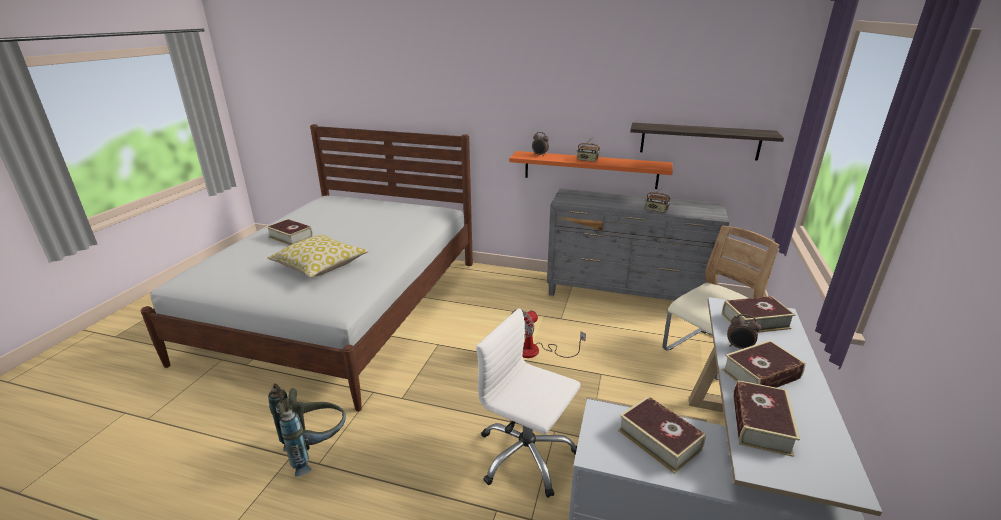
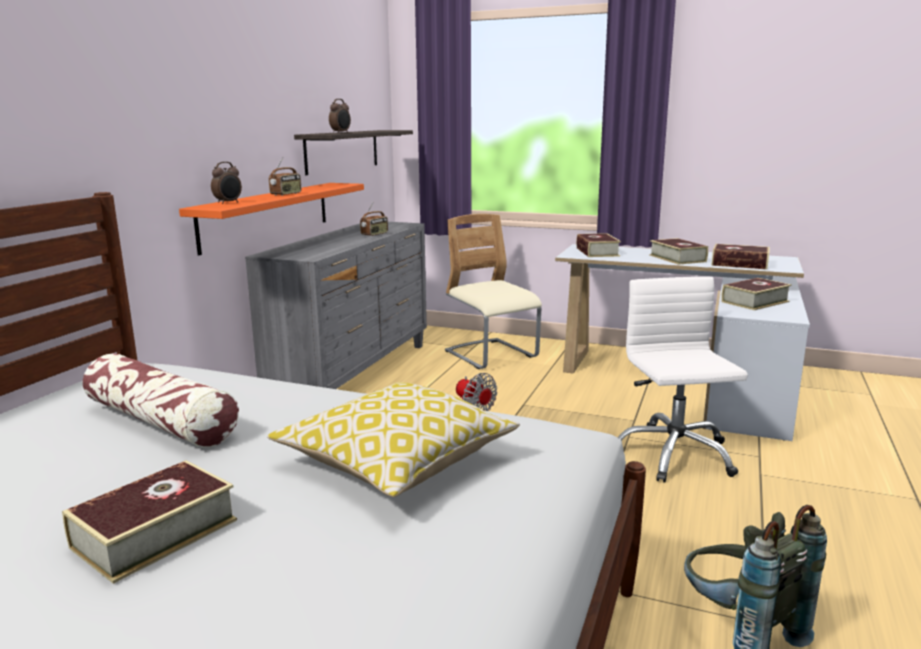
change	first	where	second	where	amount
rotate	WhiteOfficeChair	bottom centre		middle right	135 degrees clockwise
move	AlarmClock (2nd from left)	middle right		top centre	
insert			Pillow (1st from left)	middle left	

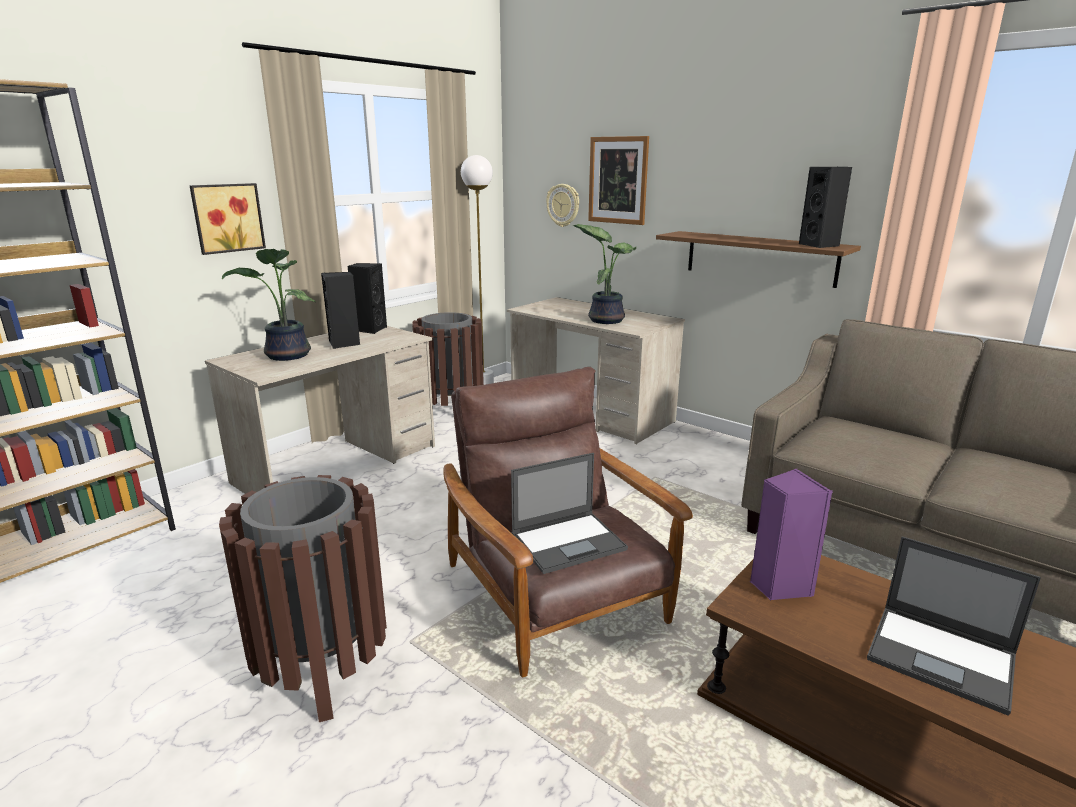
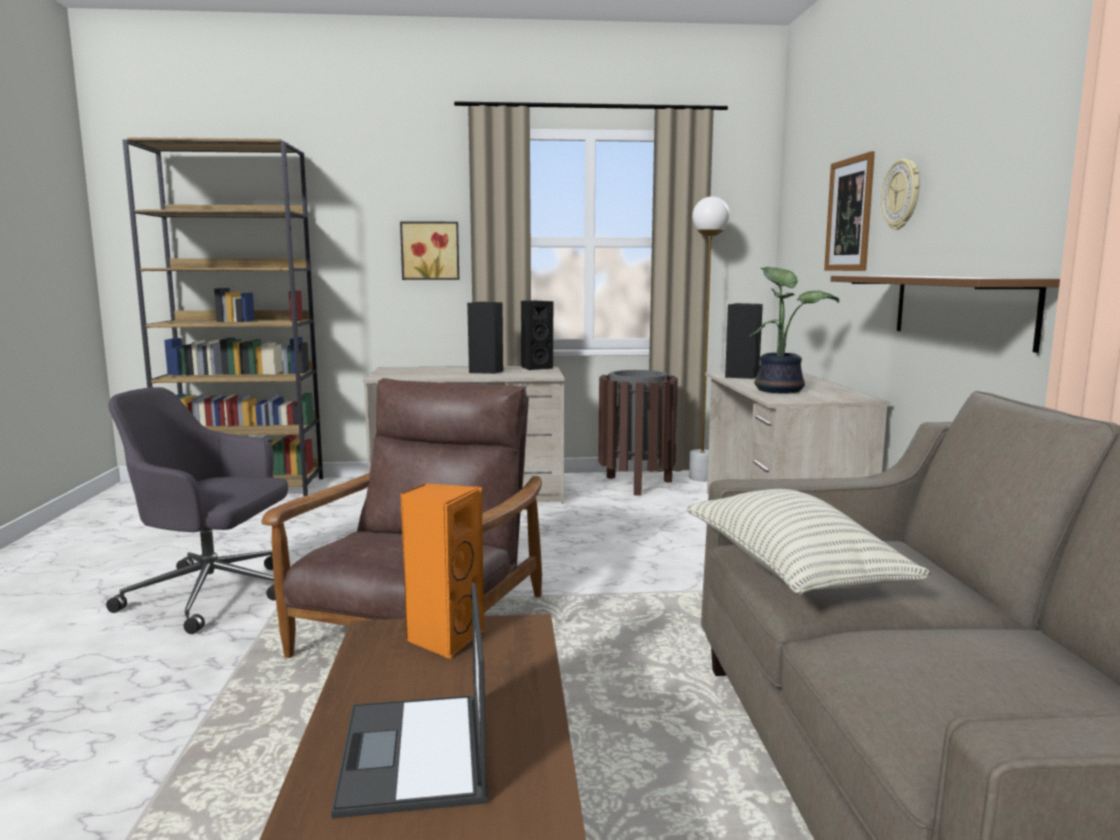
change	first	where	second	where	amount
replace	BrownTrashCan (1st from left)	bottom left	GreyOfficeChair	middle left	
delete	PottedPlant (1st from left)	middle left			
delete	Laptop (1st from left)	centre			
move	WallClock	top centre		top right	
recolor	PurpleSpeaker	middle right	OrangeSpeaker	bottom centre	
move	BlackSpeaker (3rd from left)	top right		centre	
insert			Pillow	middle right	

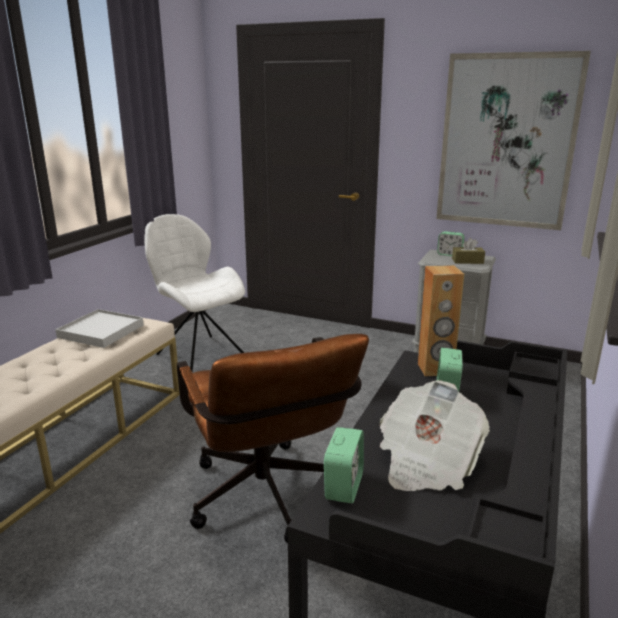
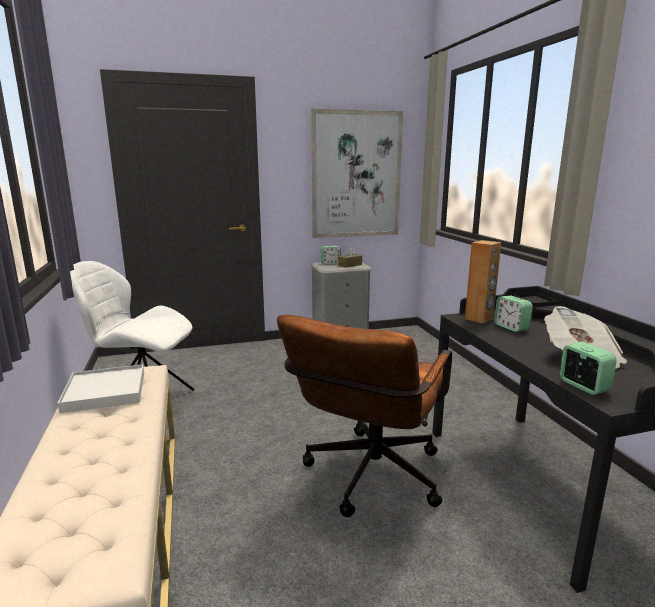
change	first	where	second	where	amount
rotate	BrownOfficeChair	bottom centre		bottom centre	90 degrees clockwise

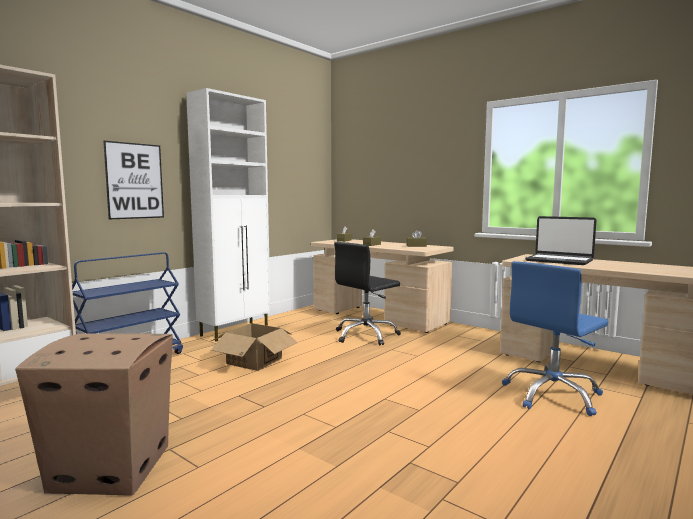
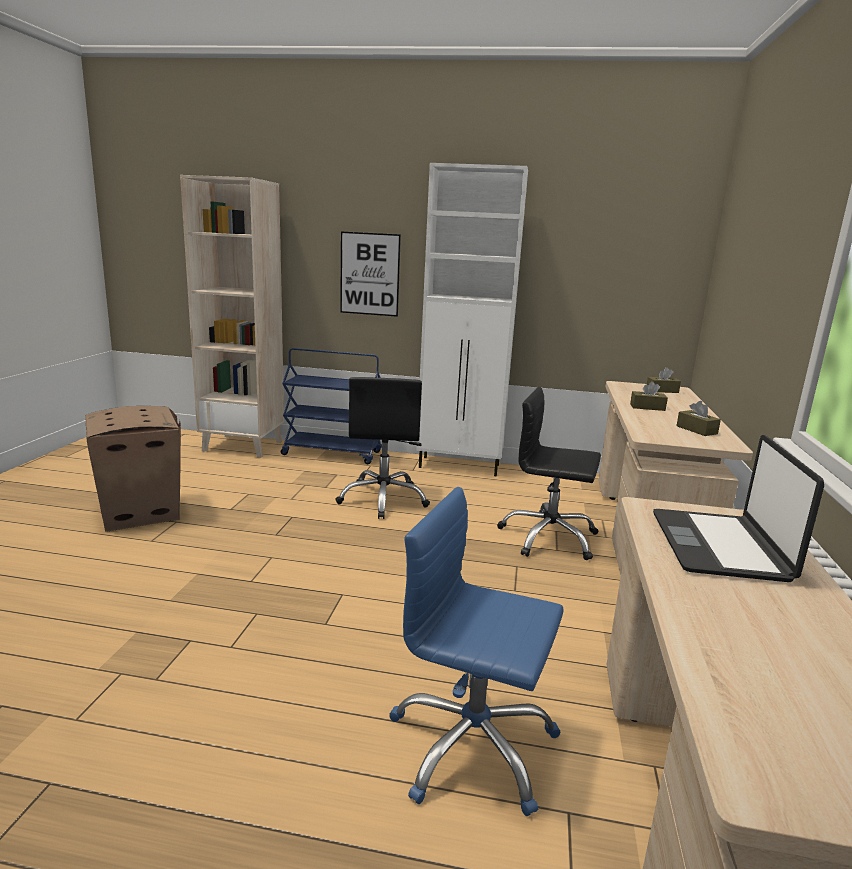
change	first	where	second	where	amount
replace	CardboardBox (2nd from left)	bottom centre	BlackOfficeChair (1st from left)	centre	

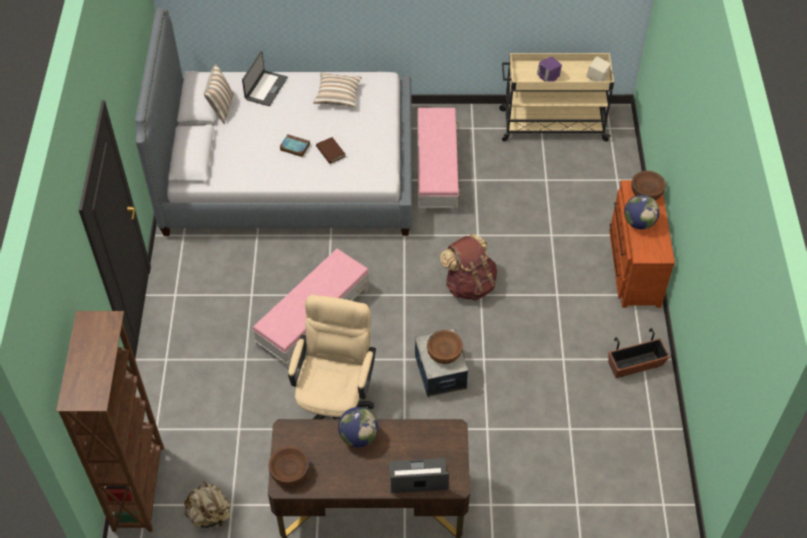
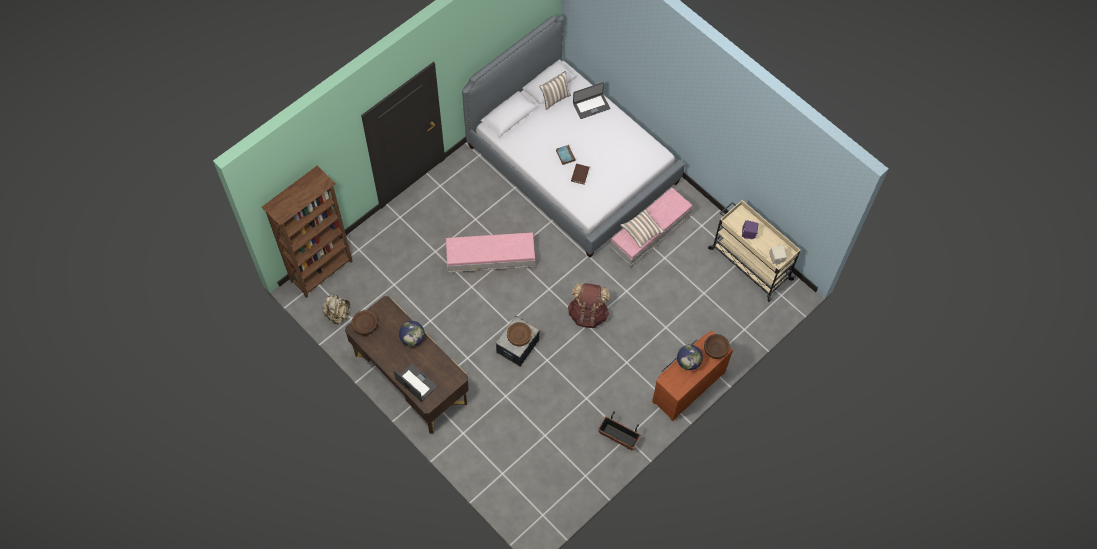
change	first	where	second	where	amount
delete	BeigeOfficeChair	centre			
move	Pillow (2nd from left)	top centre		centre	

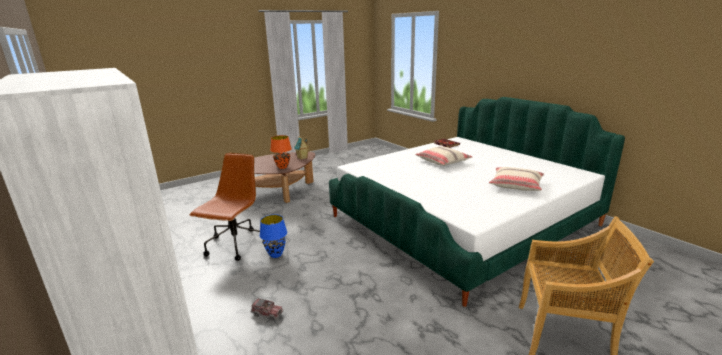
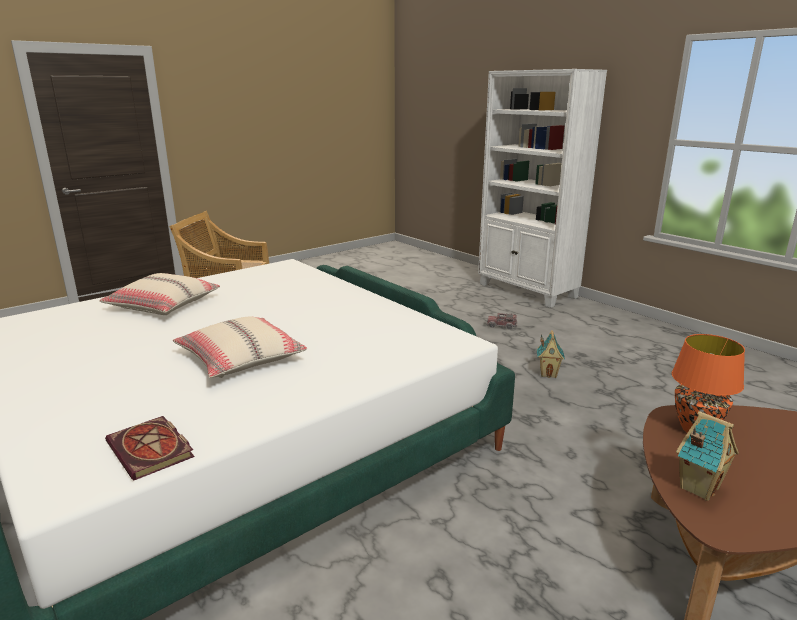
change	first	where	second	where	amount
delete	BrownOfficeChair	middle left			
replace	BlueTableLamp	centre	ToyHouse (1st from left)	middle right	

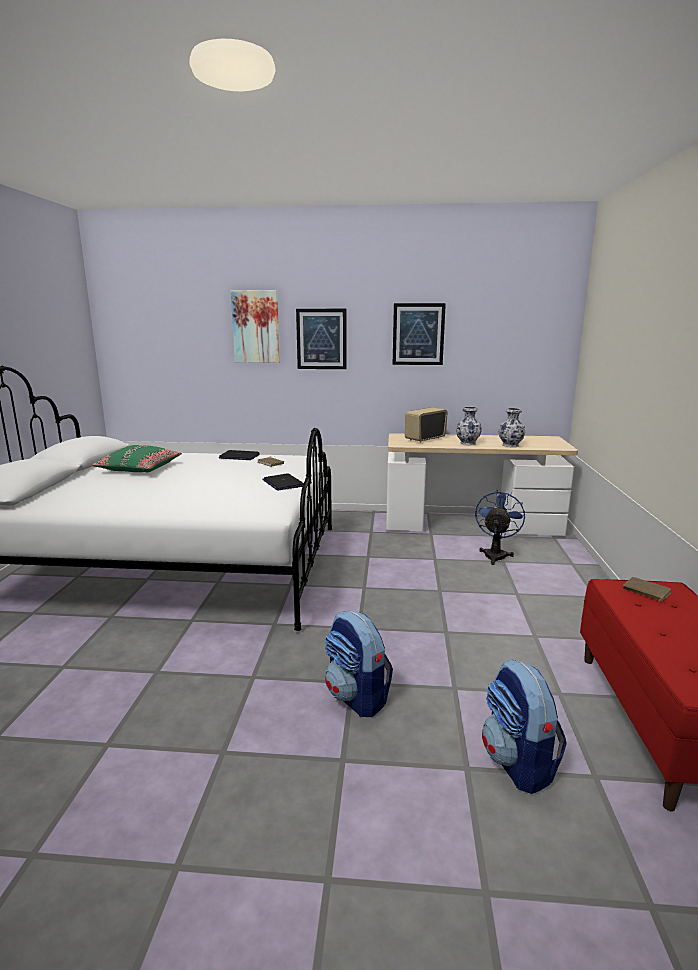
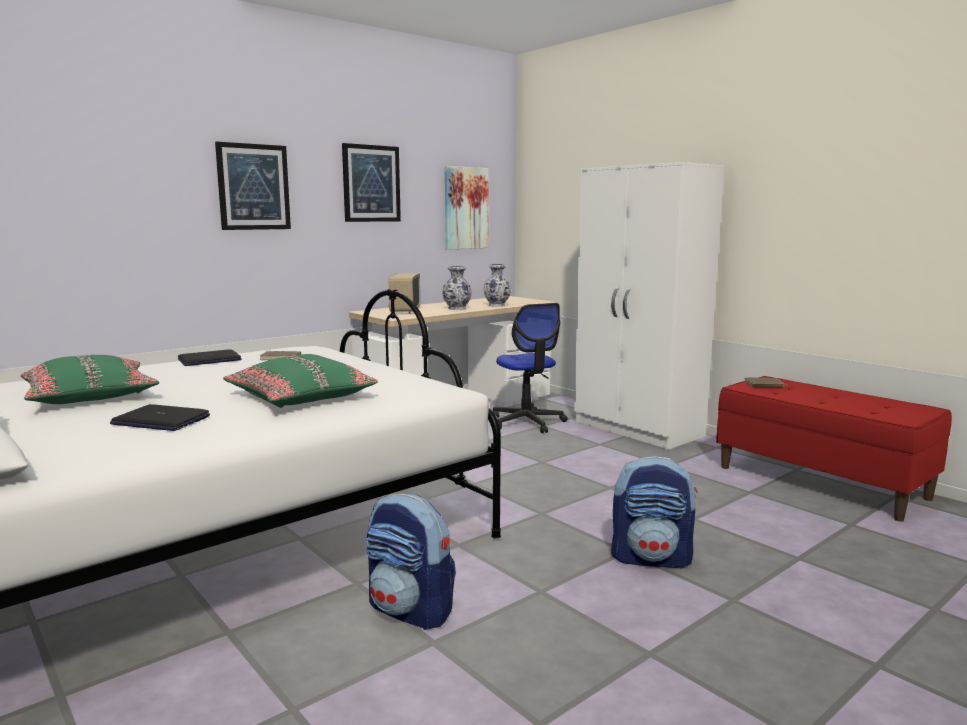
change	first	where	second	where	amount
move	Picture (1st from left in the first image)	centre	Picture (3rd from left)	top centre	
move	Laptop (2nd from left in the first image)	centre	Laptop (1st from left)	middle left	
replace	BlueFan	middle right	OfficeChair	centre	
move	Backpack (2nd from left in the first image)	bottom right	Backpack (1st from left)	bottom centre	
insert			GreenPillow (2nd from left)	middle left	
insert			WhiteWardrobe	middle right	

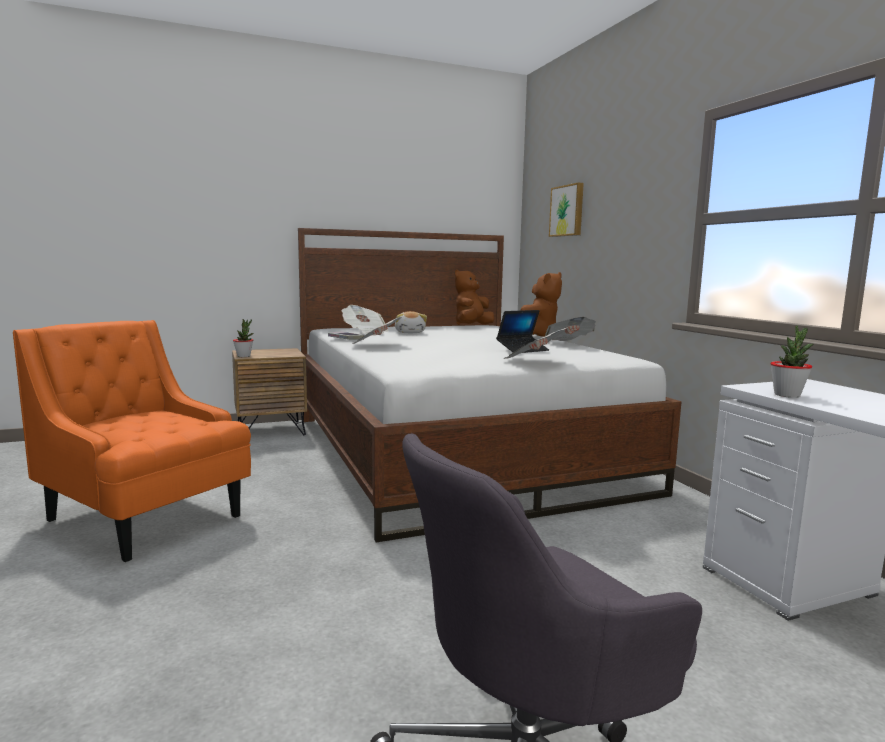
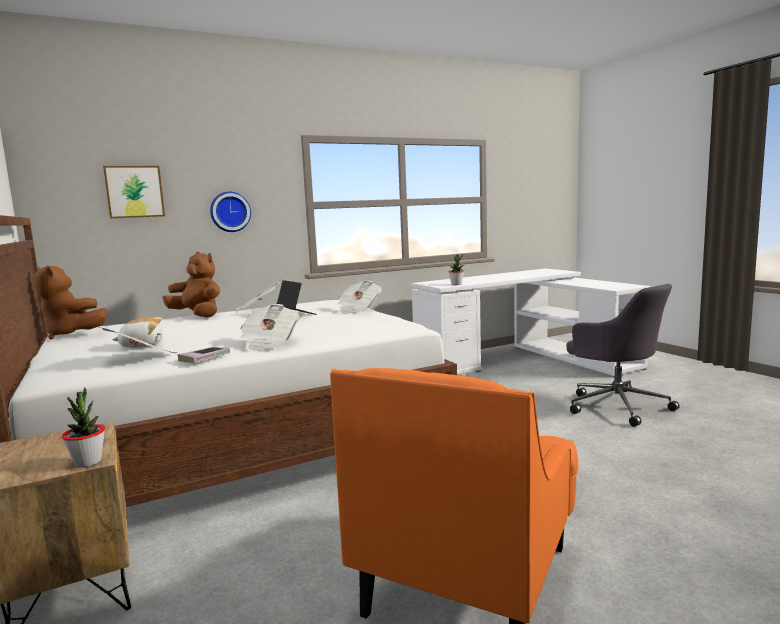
change	first	where	second	where	amount
insert			WallClock	middle left	

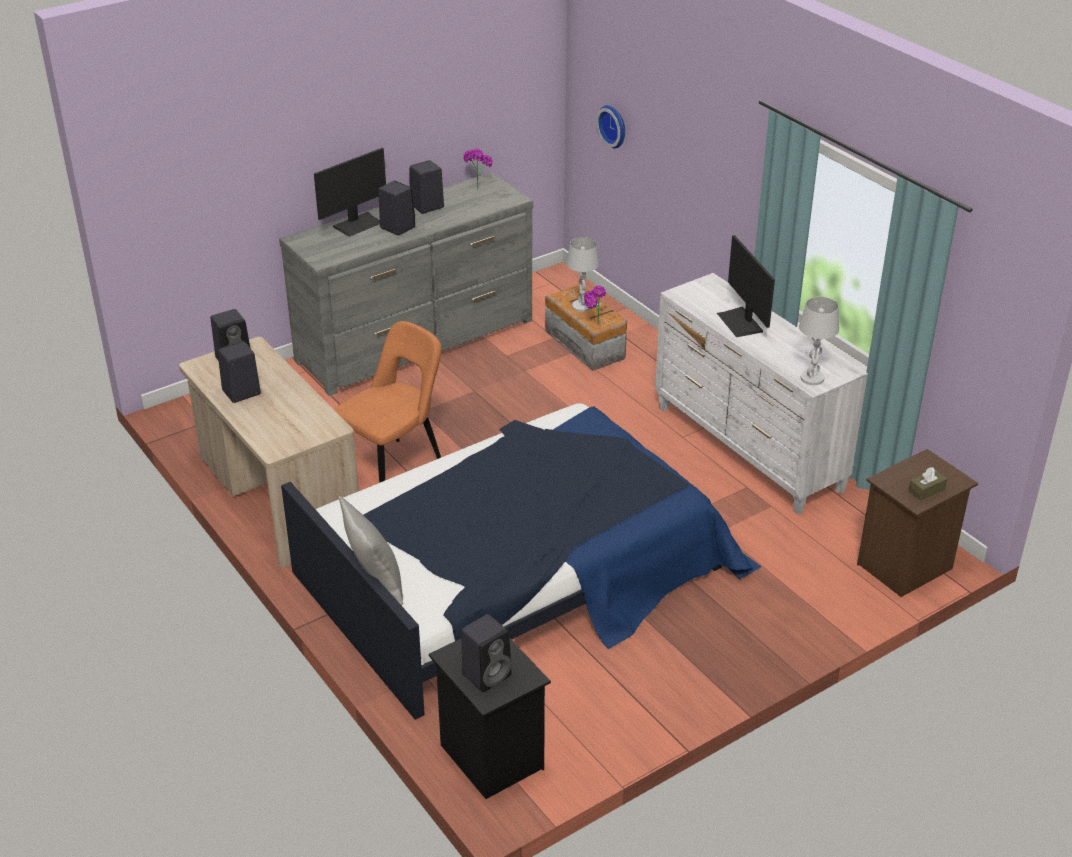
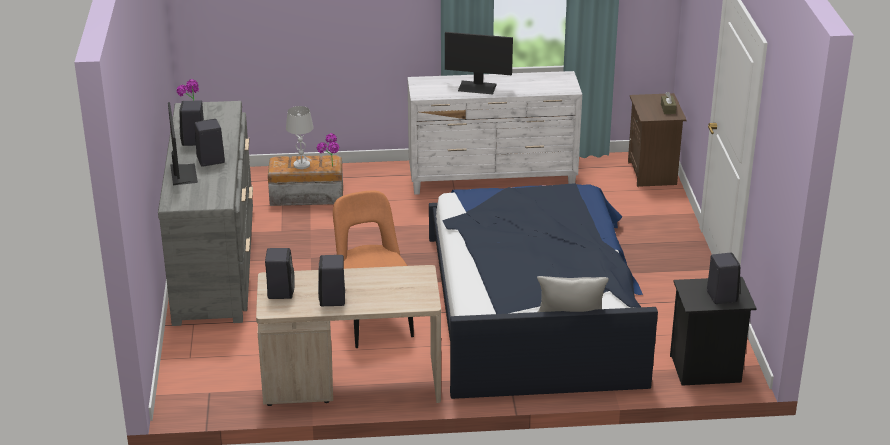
change	first	where	second	where	amount
delete	WallClock	top centre			
delete	WhiteTableLamp (2nd from left)	middle right			

